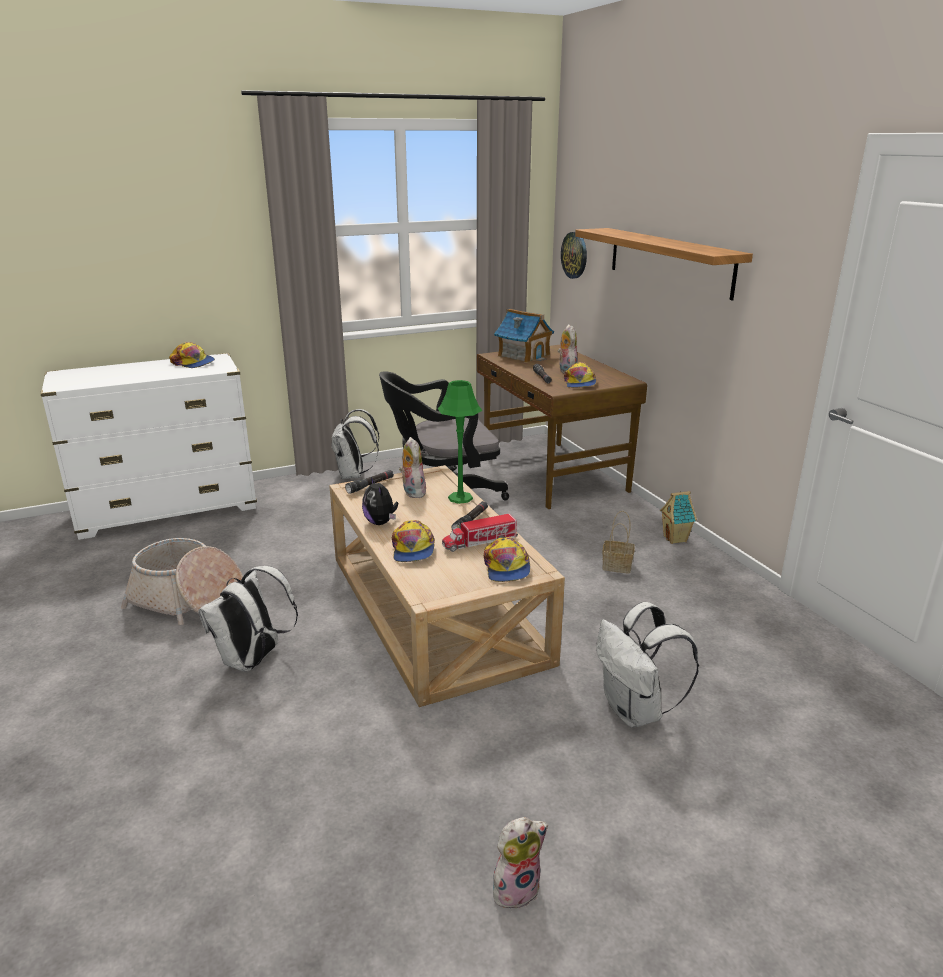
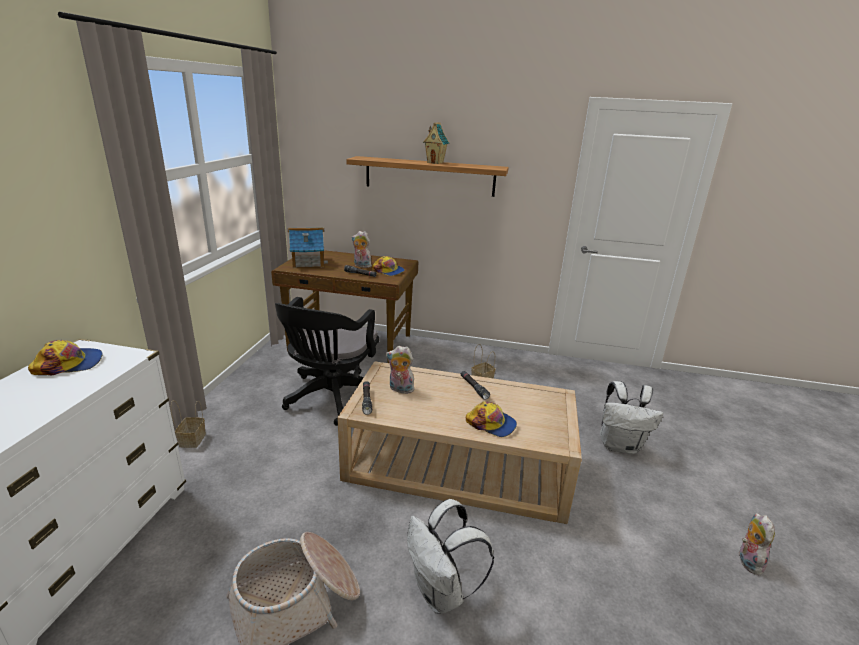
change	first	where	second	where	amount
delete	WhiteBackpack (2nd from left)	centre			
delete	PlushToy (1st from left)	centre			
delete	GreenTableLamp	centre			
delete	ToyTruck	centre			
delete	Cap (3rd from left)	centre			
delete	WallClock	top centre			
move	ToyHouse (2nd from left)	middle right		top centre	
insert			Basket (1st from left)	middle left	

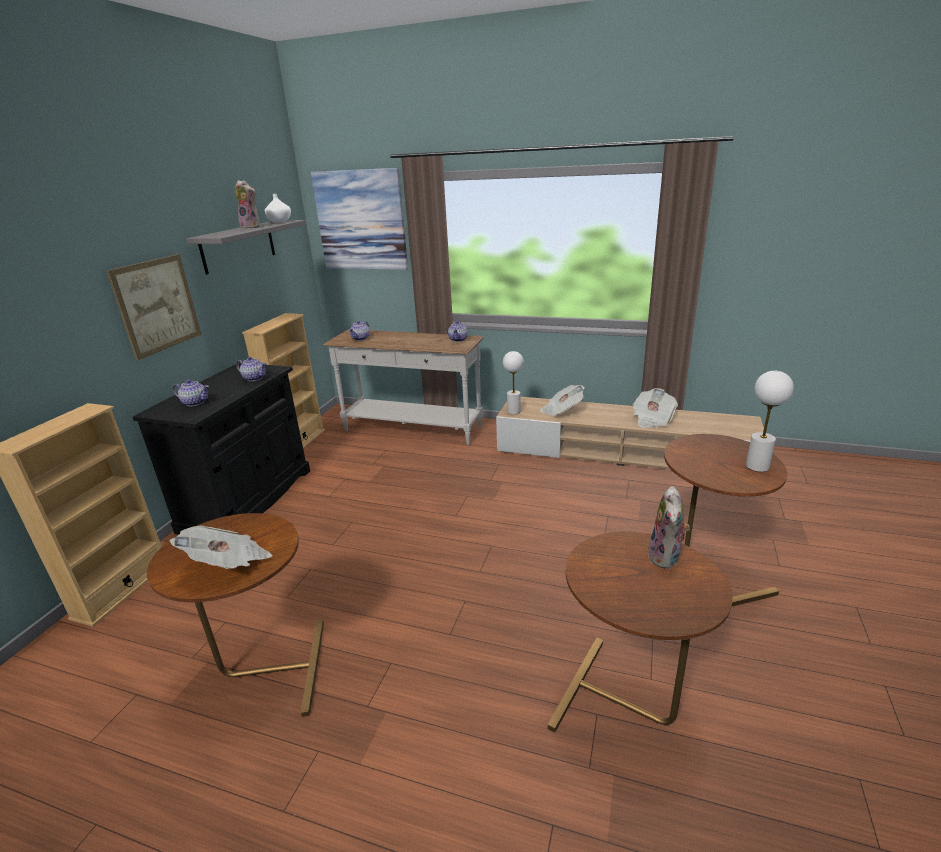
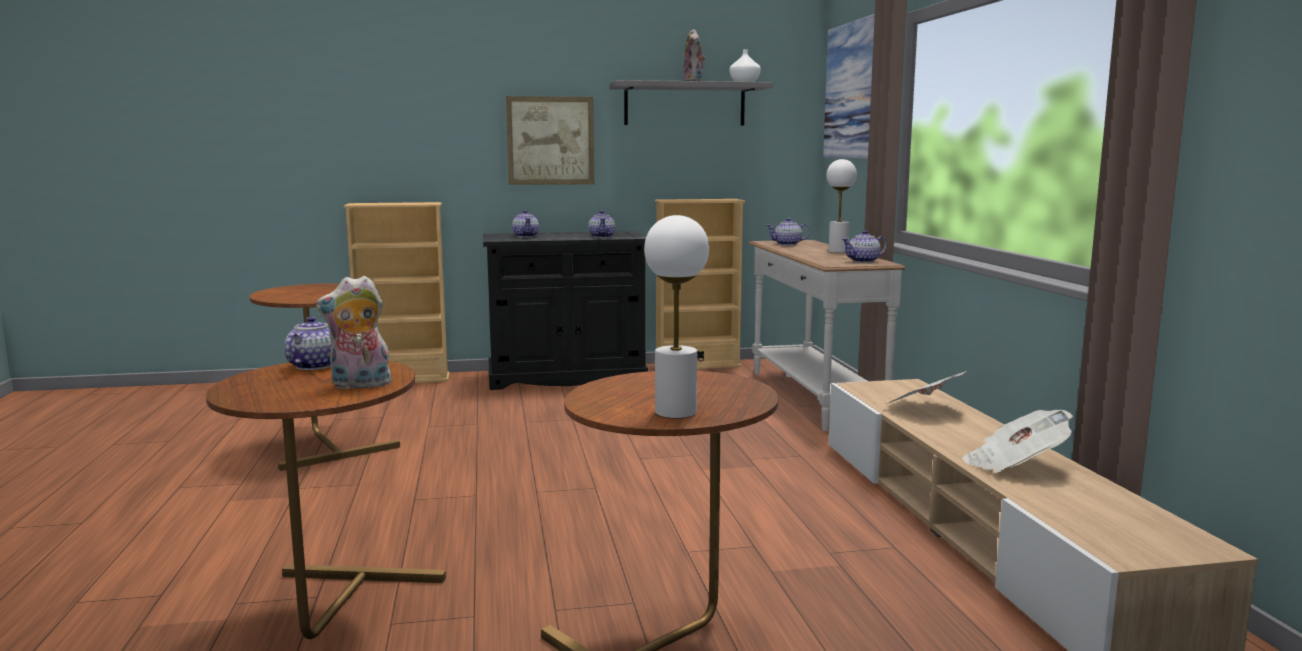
change	first	where	second	where	amount
delete	Newspaper (1st from left)	middle left			
move	WhiteTableLamp (1st from left in the first image)	centre	WhiteTableLamp (2nd from left)	top centre	
insert			Teapot (1st from left)	middle left	

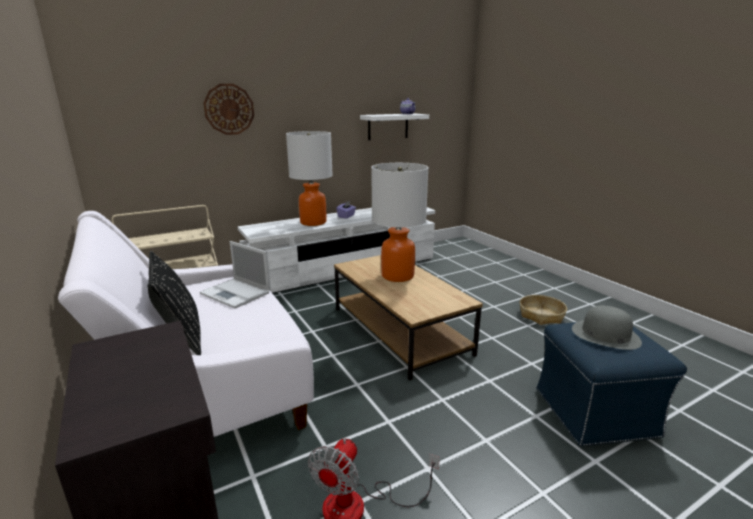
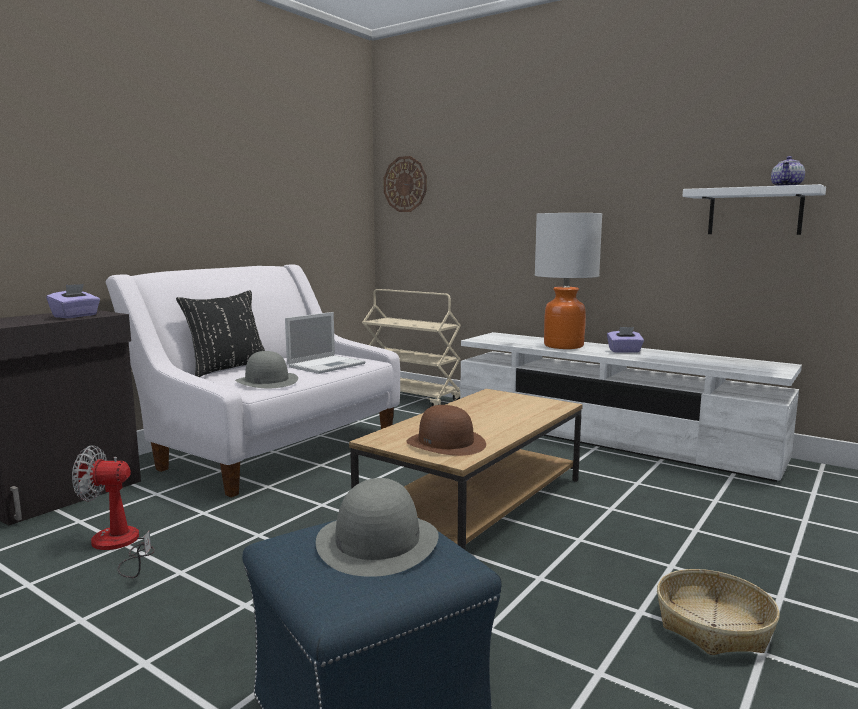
change	first	where	second	where	amount
rotate	Laptop	middle left		centre	150 degrees counterclockwise
move	WallClock	top left		top centre	
delete	TableLamp (2nd from left)	centre			
insert			PurpleTissueBox (1st from left)	middle left	
insert			GreyHat (1st from left)	middle left	
insert			BrownHat	centre	

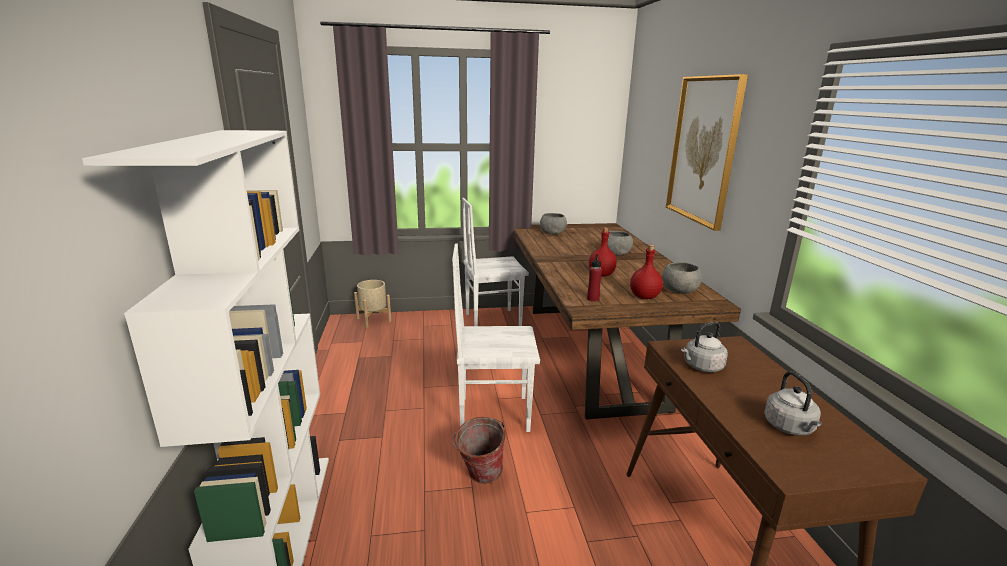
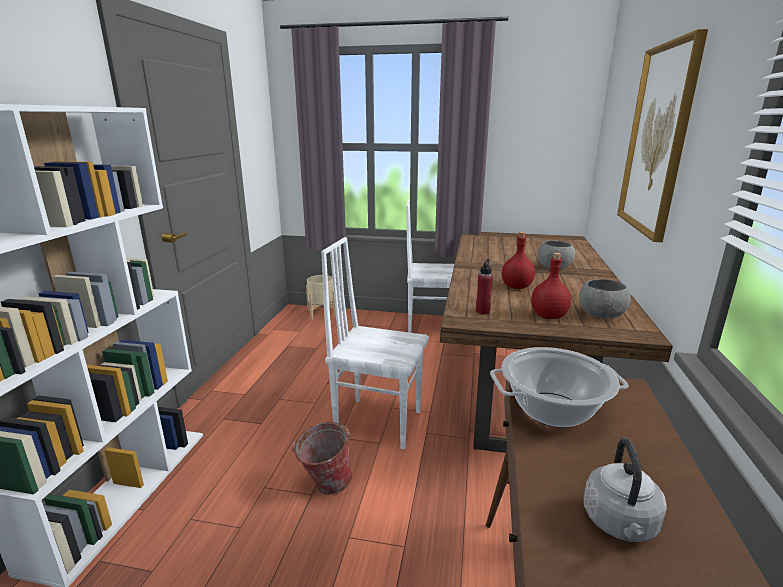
change	first	where	second	where	amount
delete	GreyBowl (1st from left)	centre			
replace	GreyKettle (1st from left)	middle right	CookingPot	middle right	

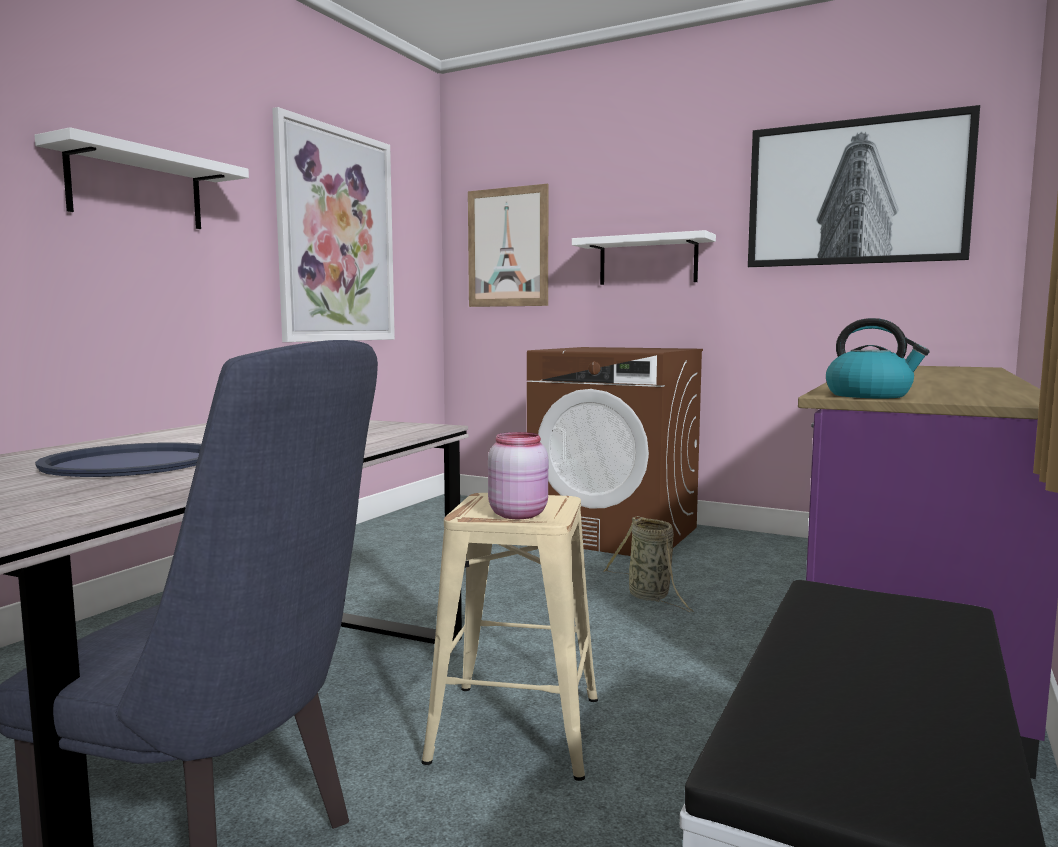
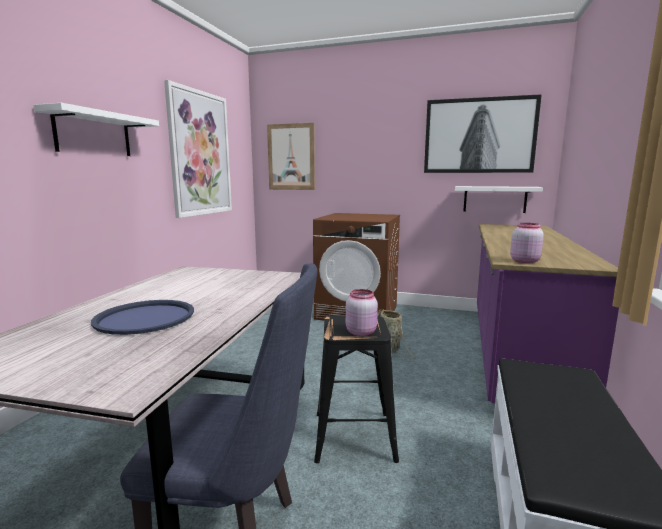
change	first	where	second	where	amount
recolor	BeigeStool	bottom centre	BlackStool	bottom centre	
move	WhiteShelf (2nd from left)	top centre		middle right	
replace	Kettle	middle right	PinkJar (2nd from left)	middle right	

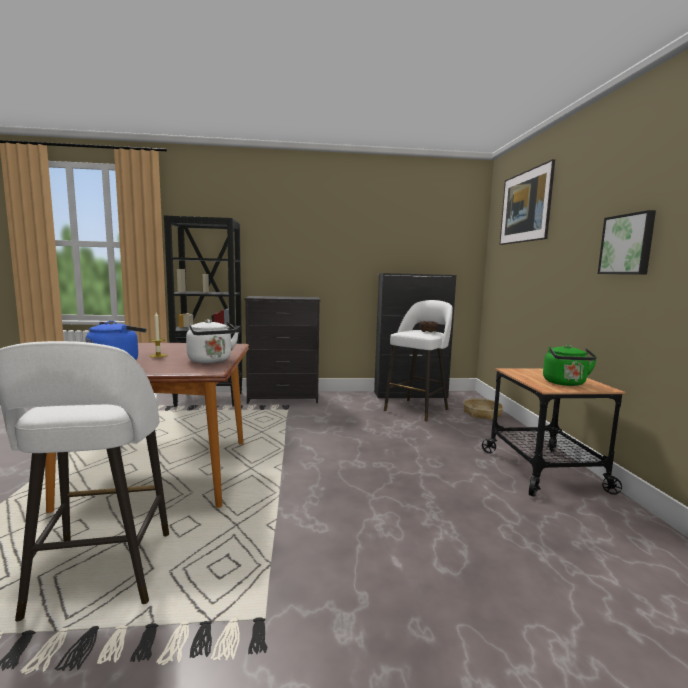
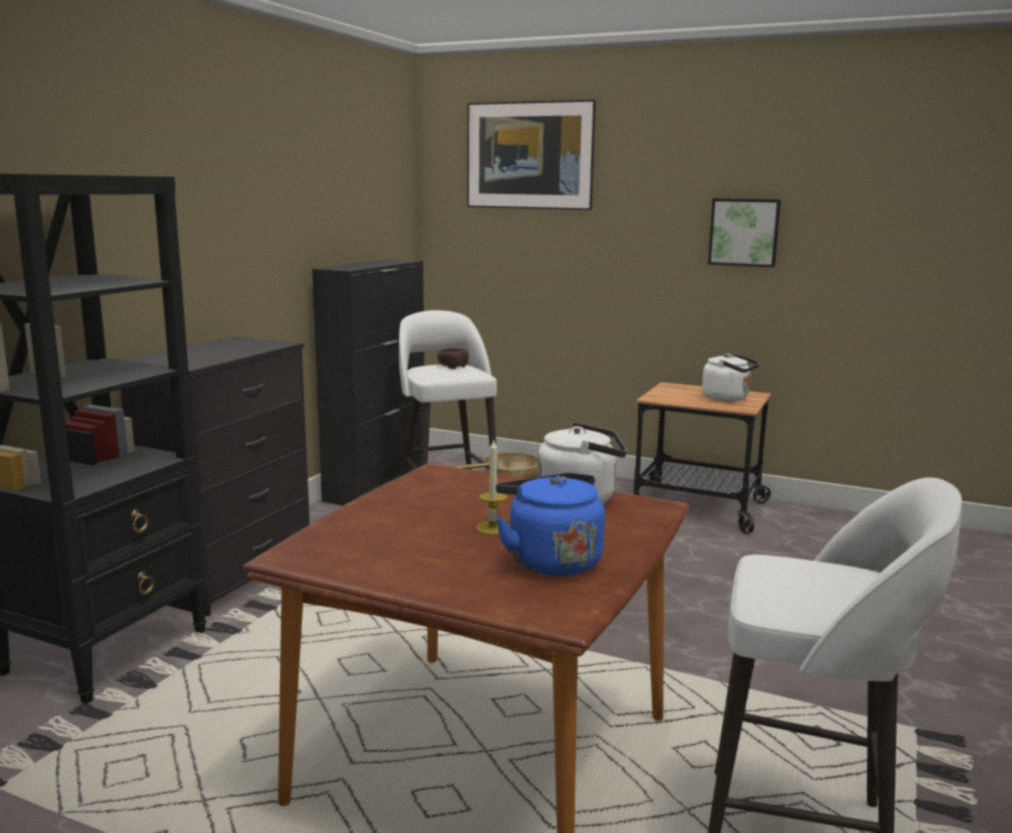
change	first	where	second	where	amount
recolor	GreenKettle	middle right	WhiteKettle (2nd from left)	middle right	

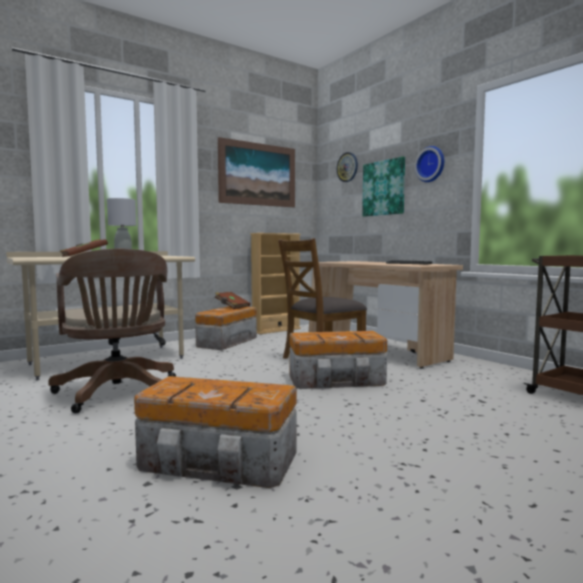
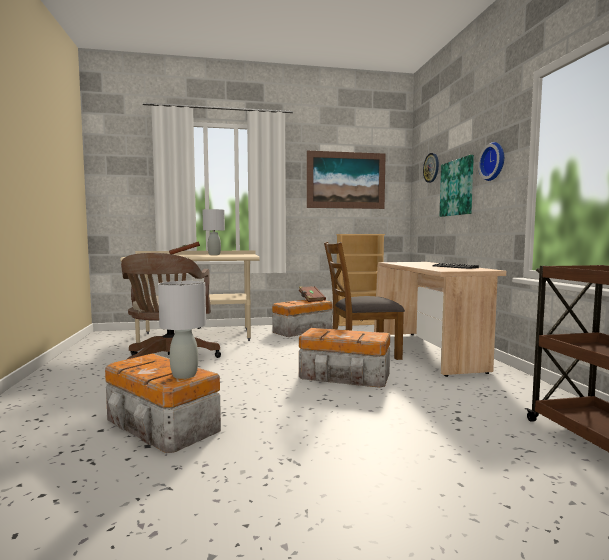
change	first	where	second	where	amount
insert			GreyTableLamp (1st from left)	middle left	

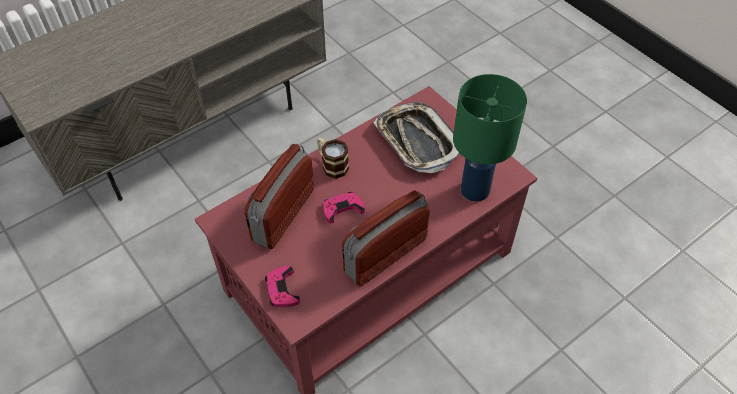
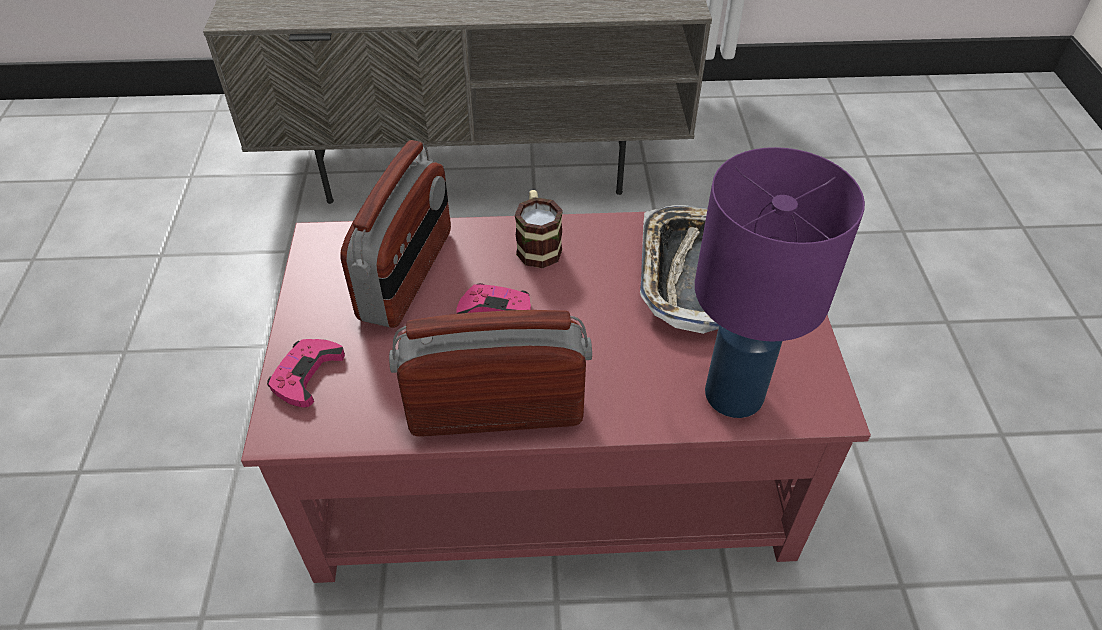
change	first	where	second	where	amount
rotate	Radio (1st from left)	centre		centre	135 degrees clockwise
recolor	GreenTableLamp	centre	PurpleTableLamp	middle right	

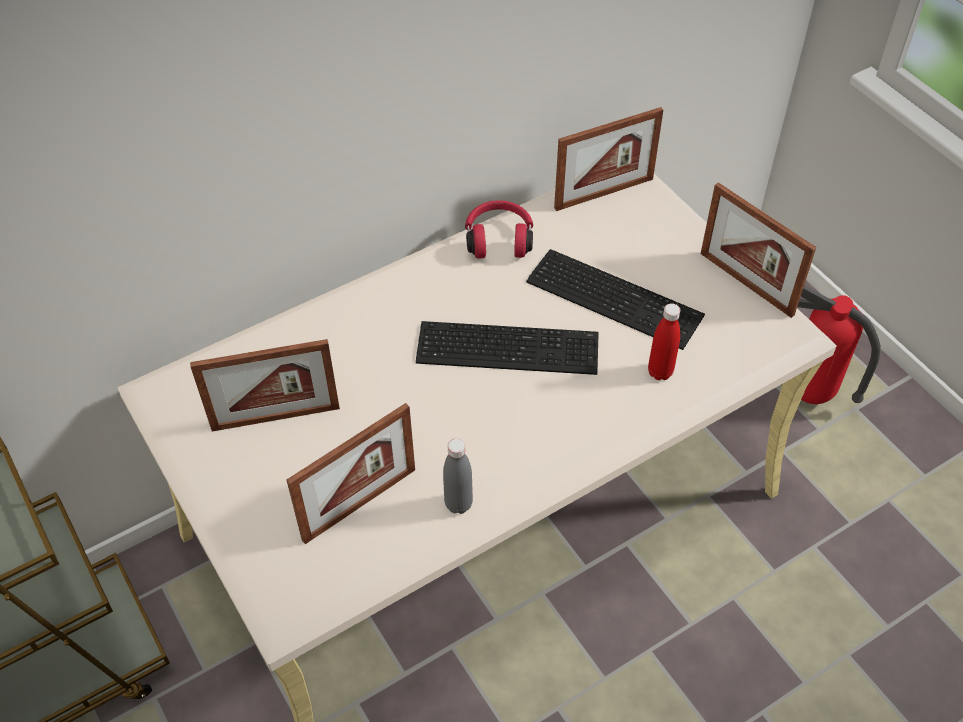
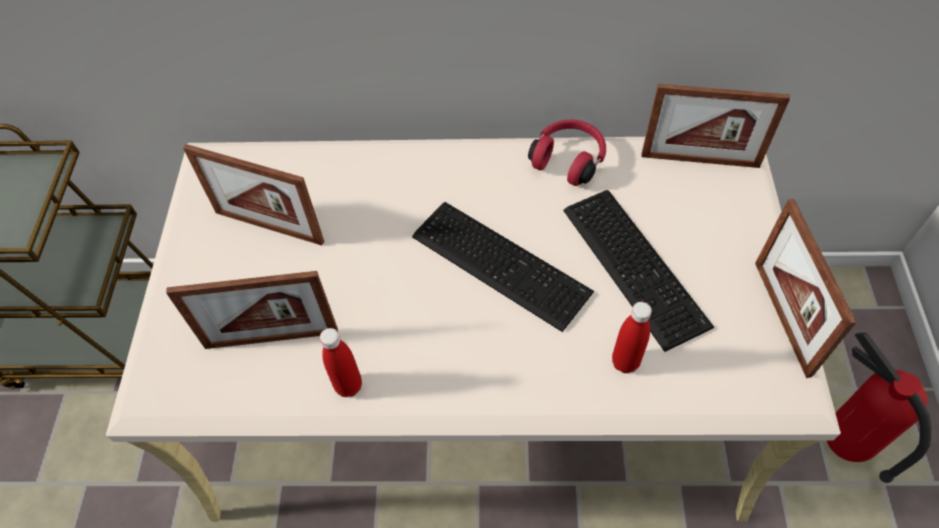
change	first	where	second	where	amount
recolor	GreyBottle	centre	RedBottle (1st from left)	bottom centre	

